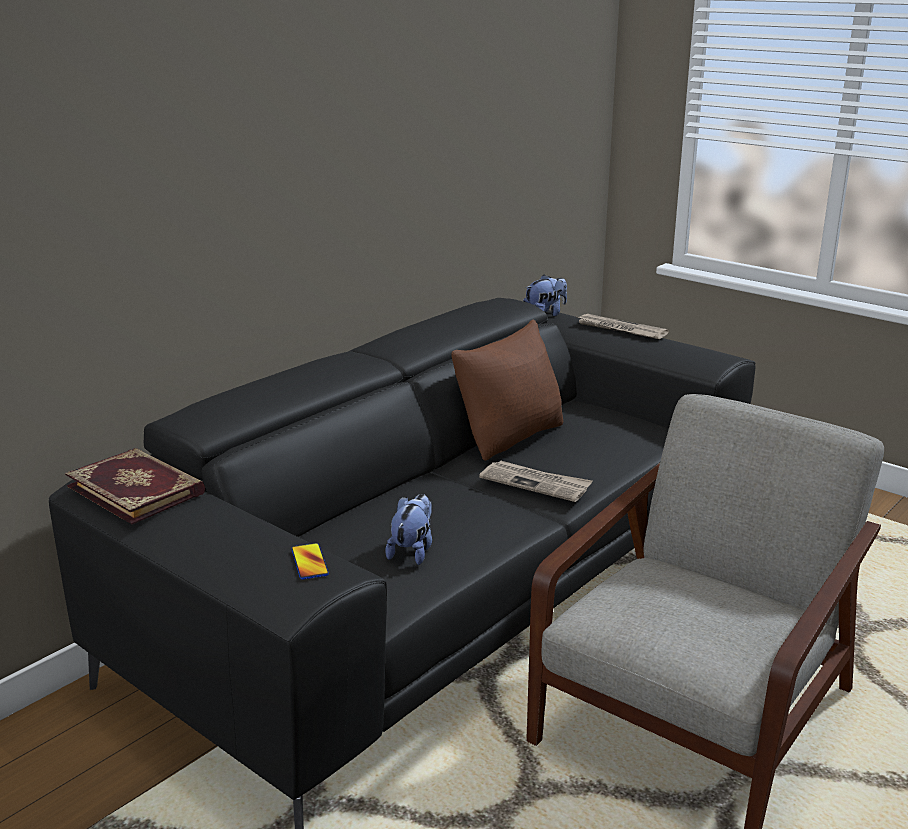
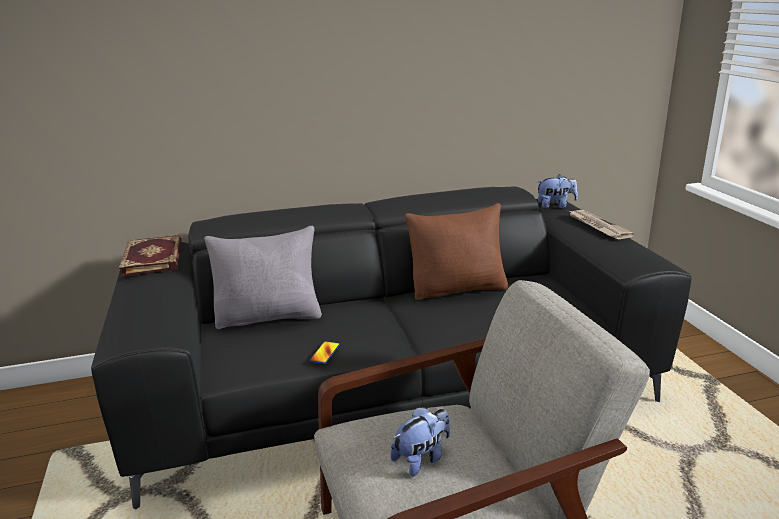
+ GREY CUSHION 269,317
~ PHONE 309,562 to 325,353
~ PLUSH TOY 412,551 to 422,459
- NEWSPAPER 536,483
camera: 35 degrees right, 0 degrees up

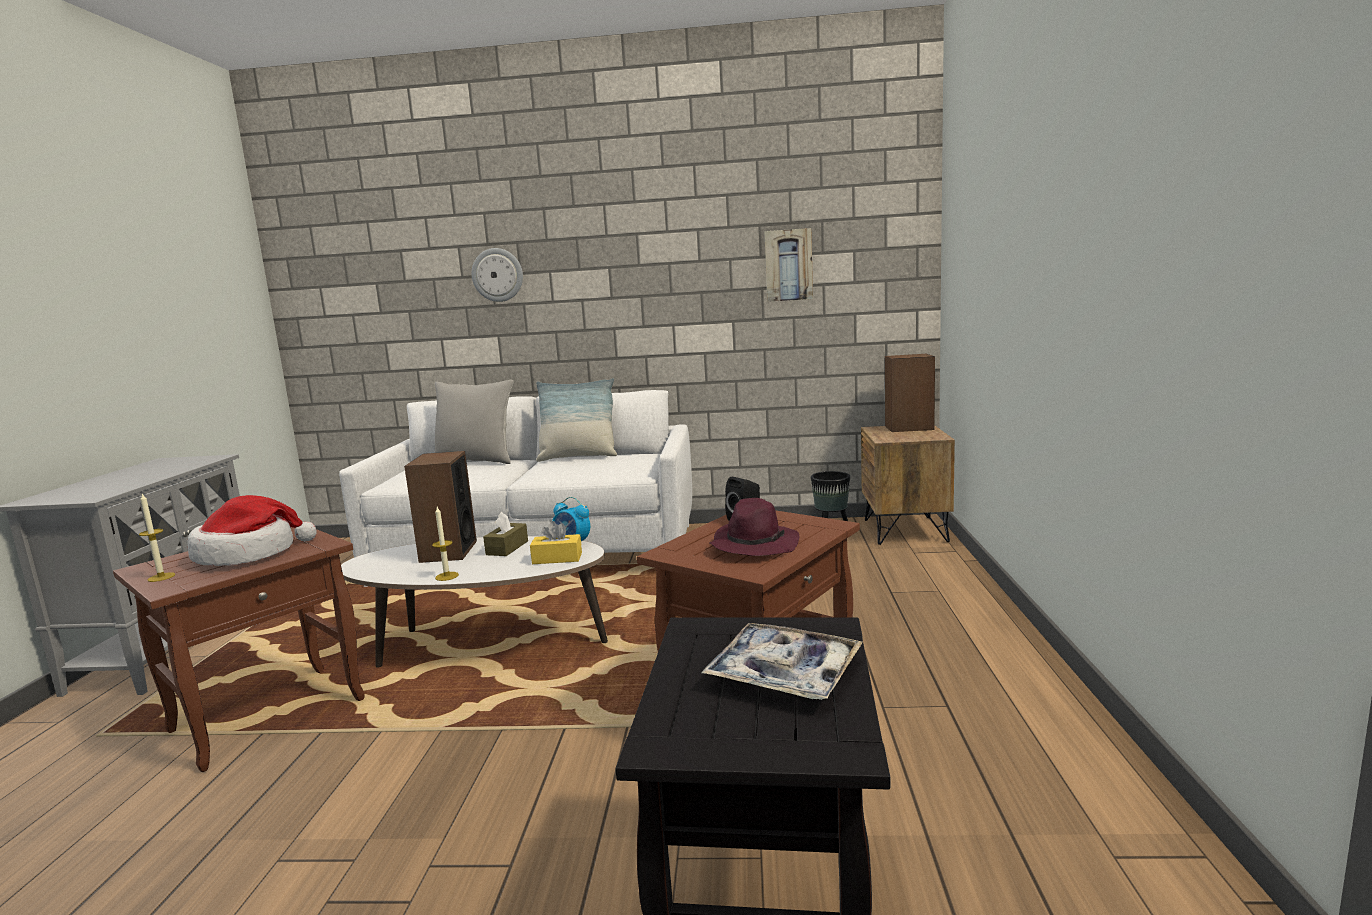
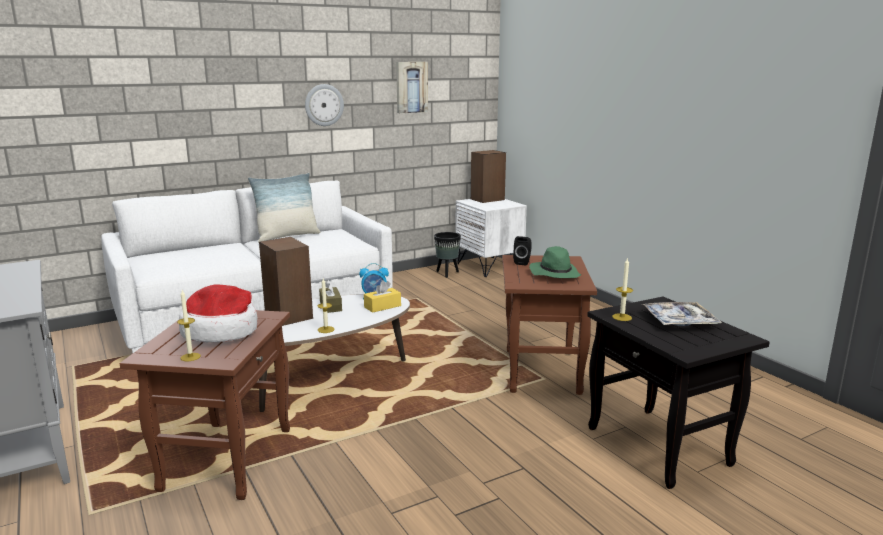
~ CLOCK ON THE WALL 497,275 to 324,105
~ BROWN-COLOURED BEDSIDE TABLE 906,530 to WHITISH BEDSIDE TABLE 489,267
~ PURPLE-COLOURED CLOTHING HAT 753,545 to GREEN CLOTHING HAT 554,274
+ CANDLE 622,317
- GREY CUSHION 477,462
camera: 35 degrees left, 5 degrees up

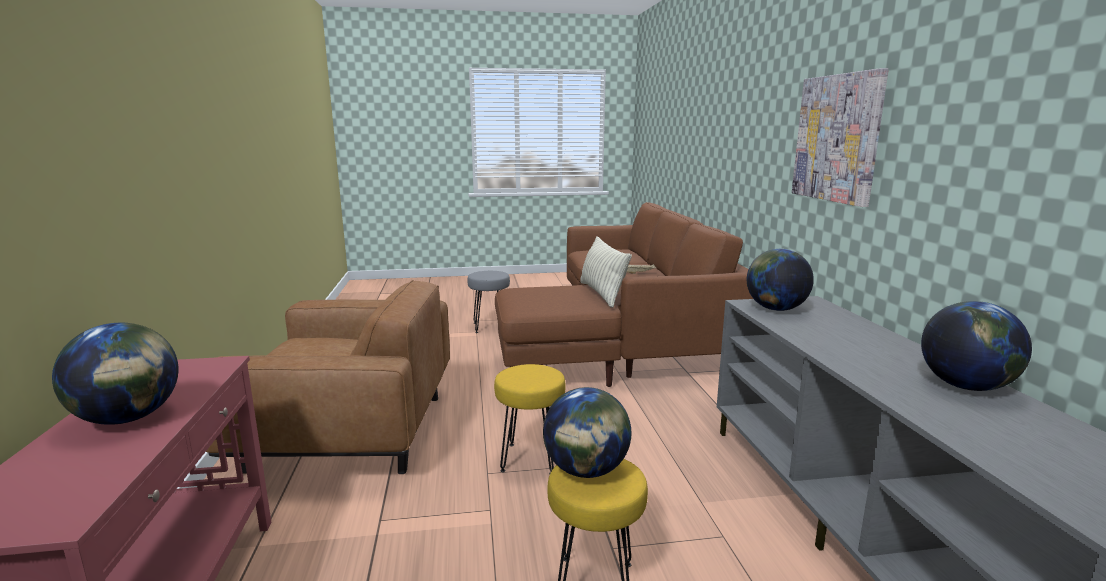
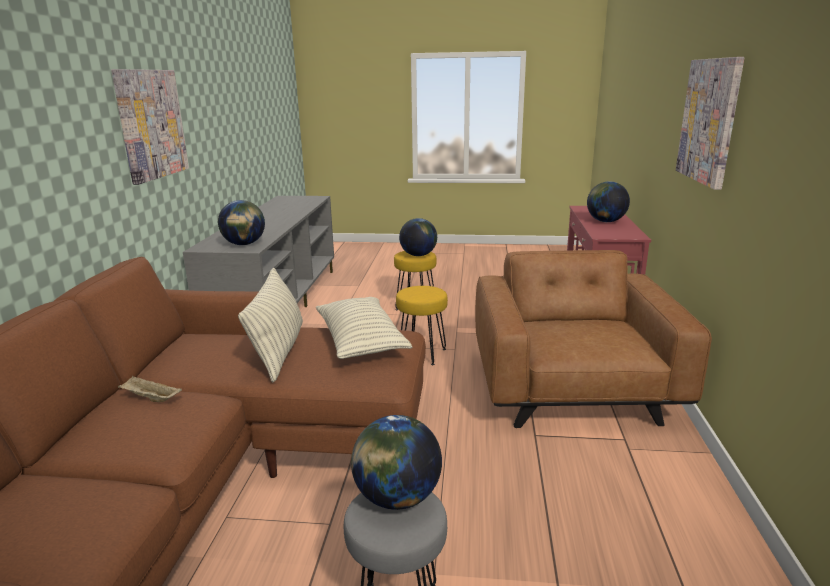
+ CUSHION 361,342
~ WORLD GLOBE 965,386 to 397,497
~ BROWN-COLOURED EASY CHAIR 350,431 = 571,390 75 degrees clockwise
+ WALL ART 709,121
camera: 165 degrees left, 5 degrees up

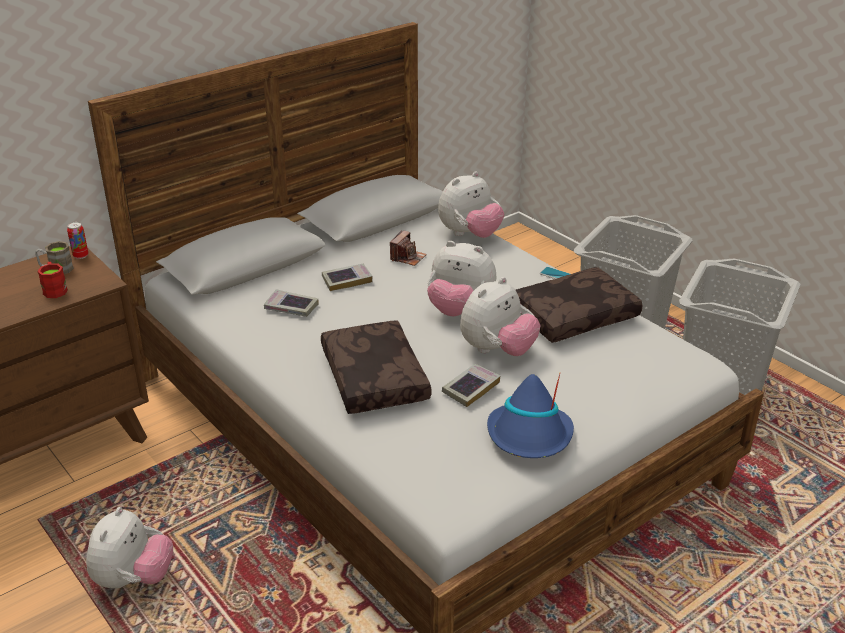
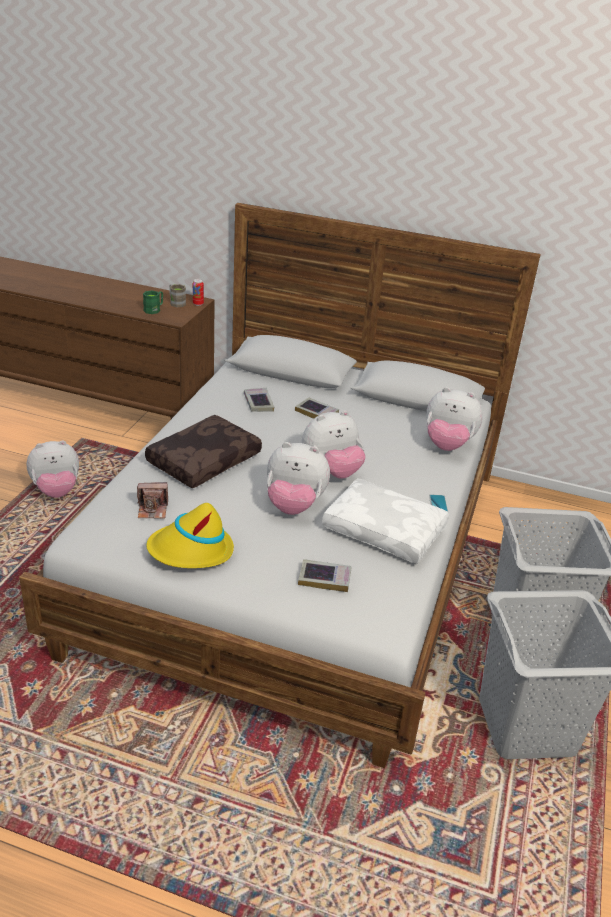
~ PHOTO CAMERA 407,257 to 153,509
~ RED-COLOURED TEA MUG 55,289 to GREEN TEA MUG 154,309
~ BLUE CLOTHING HAT 530,436 to YELLOW CLOTHING HAT 191,551
~ BOUND BOOK 471,388 to 324,578
~ PLUSH TOY 459,309 = 331,471 105 degrees counterclockwise
~ BROWN-COLOURED CUSHION 573,315 to WHITISH CUSHION 385,530
camera: 55 degrees right, 0 degrees up

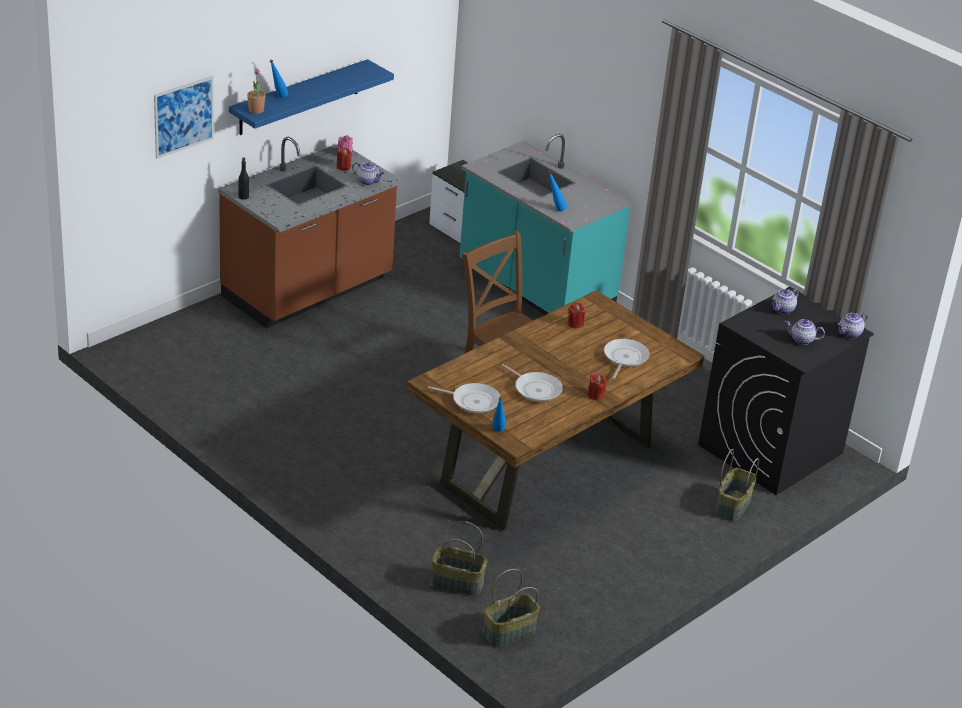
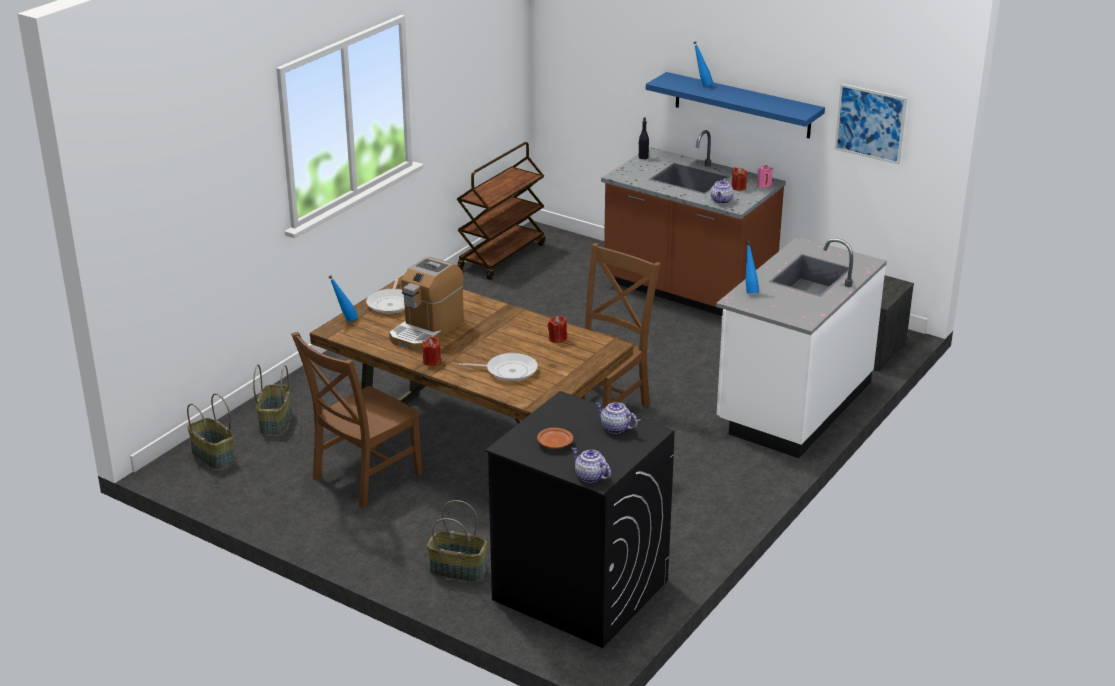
+ BROWN-COLOURED UPRIGHT CHAIR 363,478
~ FRYING PAN 536,389 to COFFEE MAKER 426,330
+ BROWN-COLOURED WHEELED CART 501,256
~ POT FOR TEA 801,340 to BROWN-COLOURED FLAT DISH 554,443
~ BLUE-GREEN COUNTER 534,289 to WHITISH COUNTER 792,404
~ WALL ART 183,116 to 870,123
- POTTED PLANT 256,110
camera: 80 degrees right, 5 degrees down

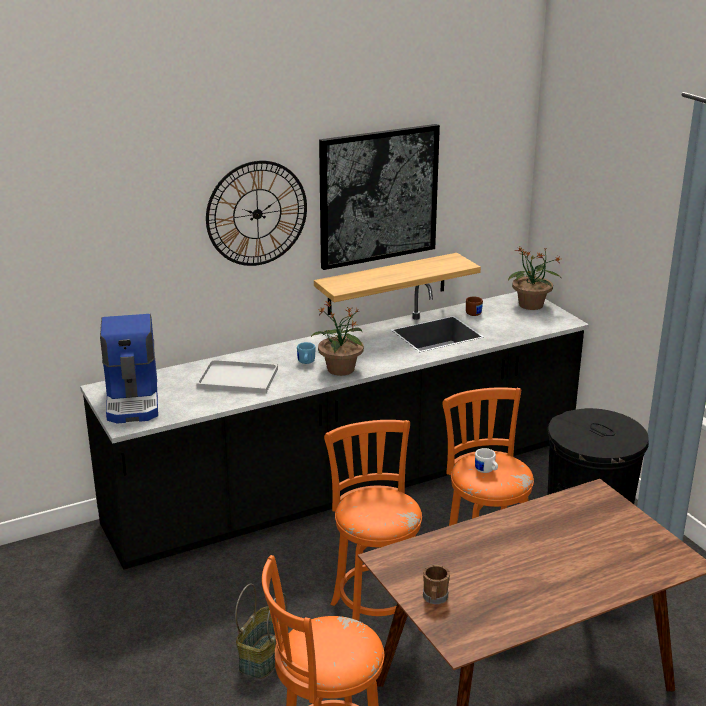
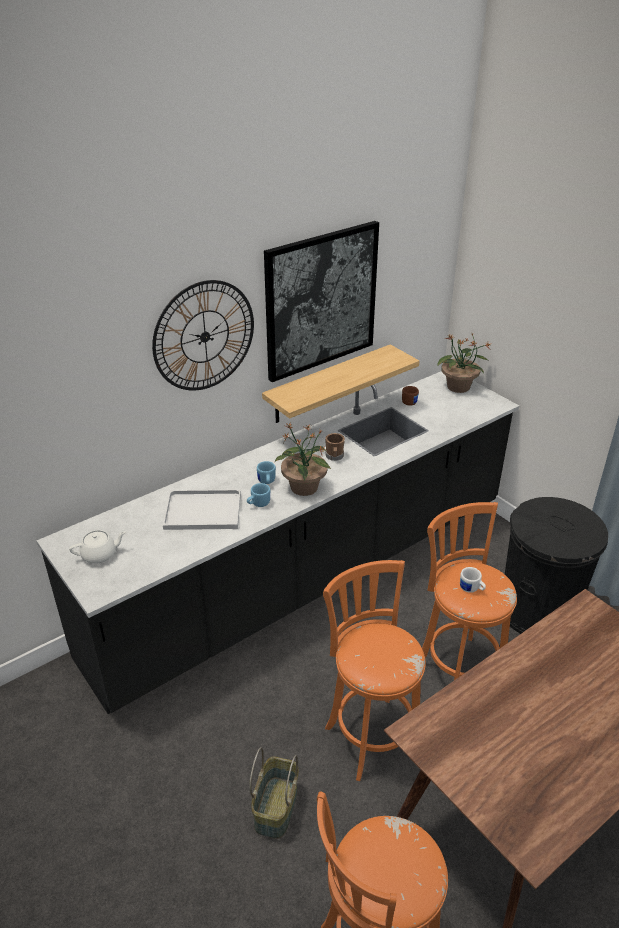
~ COFFEE MAKER 134,400 to WHITISH POT FOR TEA 100,555
+ BLUE TEA MUG 258,504
~ BROWN-COLOURED TEA MUG 435,598 to 334,457
camera: 10 degrees left, 10 degrees up

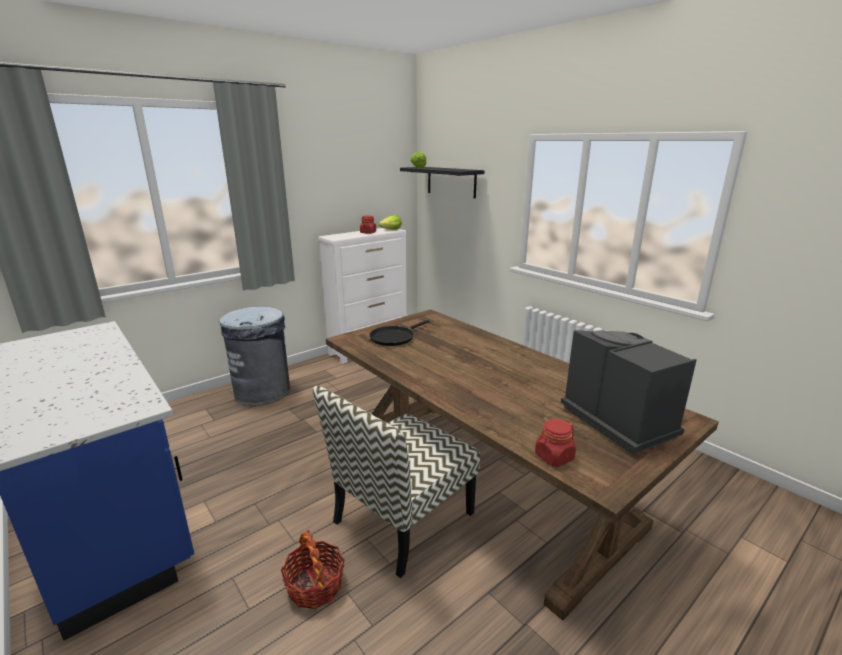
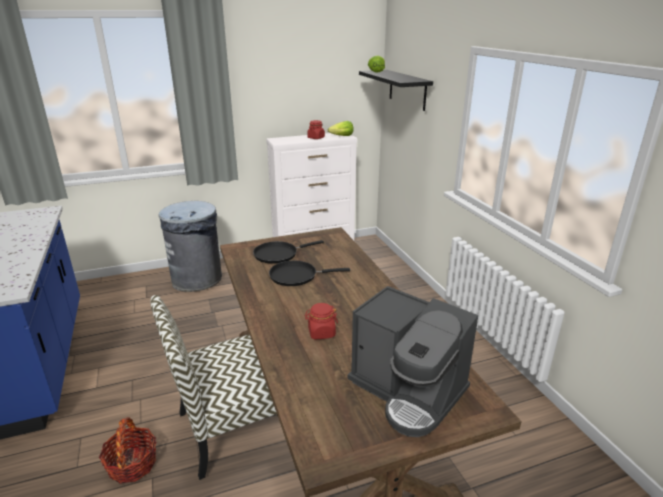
+ BLACK FRYING PAN 296,276
~ RED-COLOURED JAR 554,457 to 321,333
~ COFFEE MAKER 618,420 = 408,391 135 degrees clockwise
camera: 20 degrees right, 5 degrees up

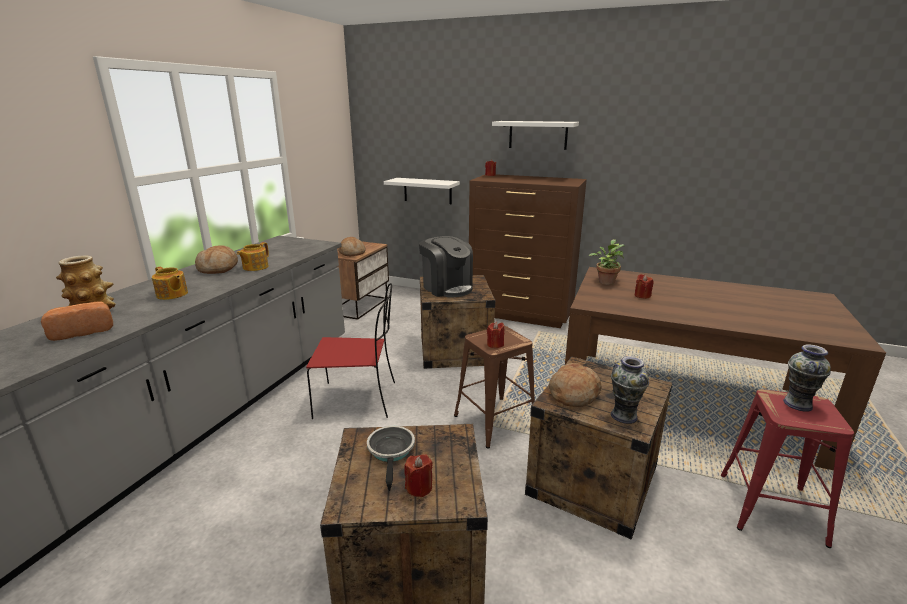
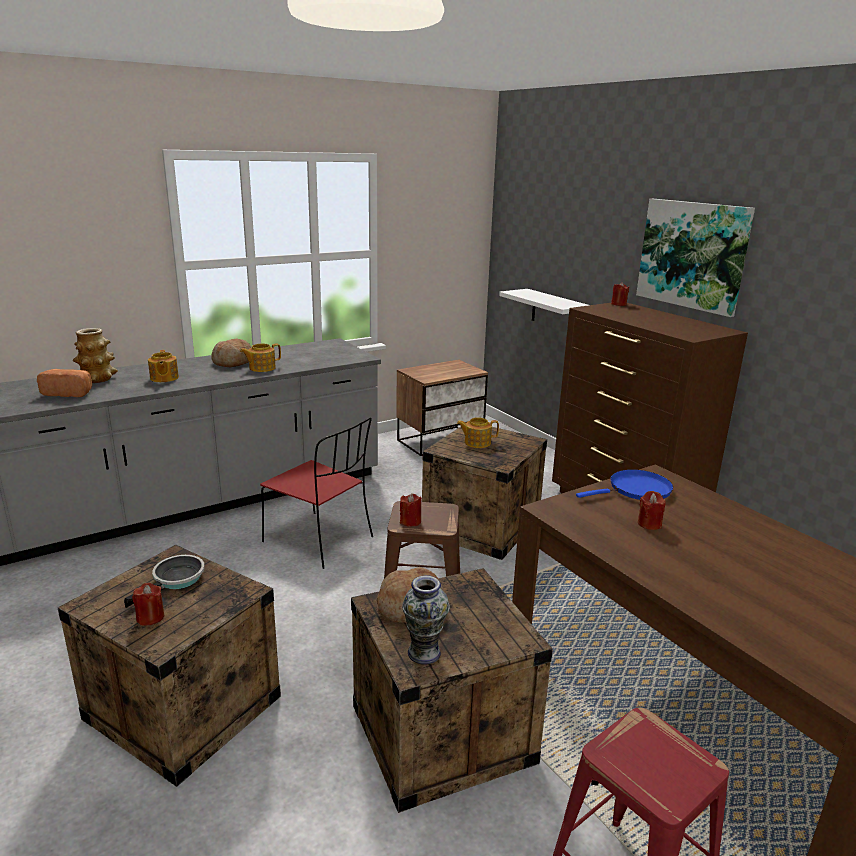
~ COFFEE MAKER 447,288 to POT FOR TEA 476,442
~ POTTED PLANT 606,281 to BLUE FRYING PAN 636,490
~ WHITISH BRACKET SHELF 538,135 to WALL ART 692,255
- BAKED BREAD 352,253
- FLOWER VASE 798,404
camera: 35 degrees right, 0 degrees up

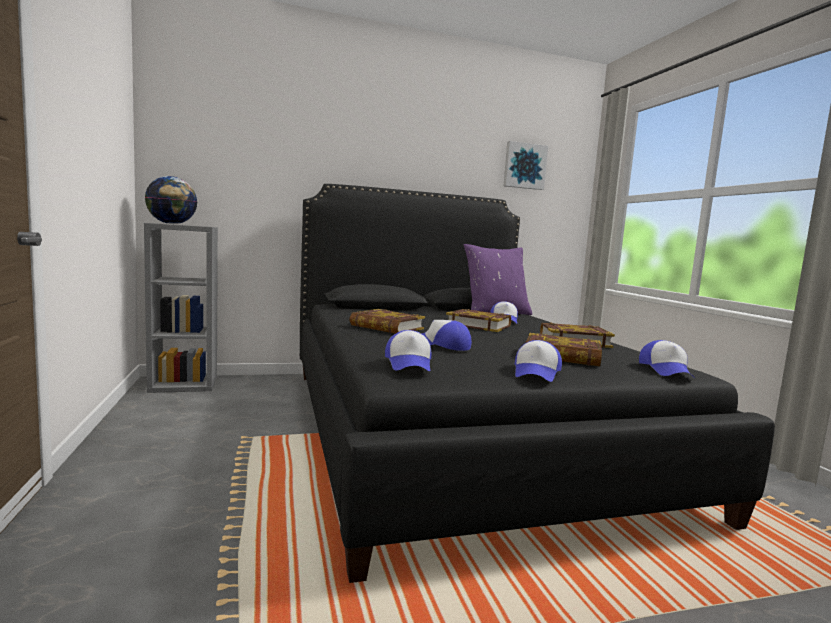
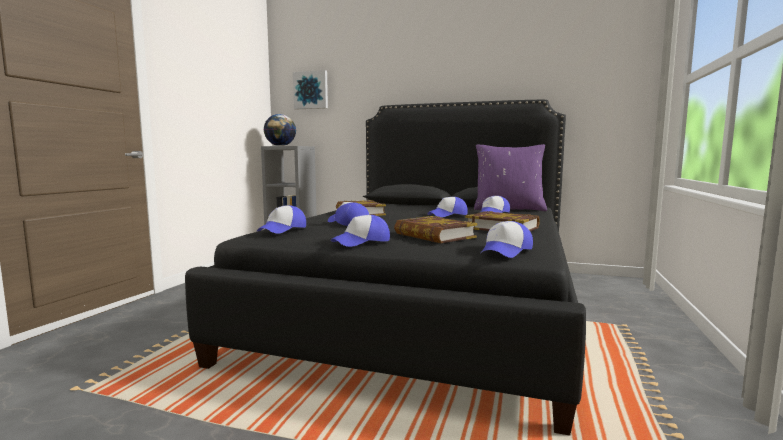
~ WALL ART 524,166 to 311,90
~ BOUND BOOK 478,325 to CAP 448,215
camera: 35 degrees right, 0 degrees up

